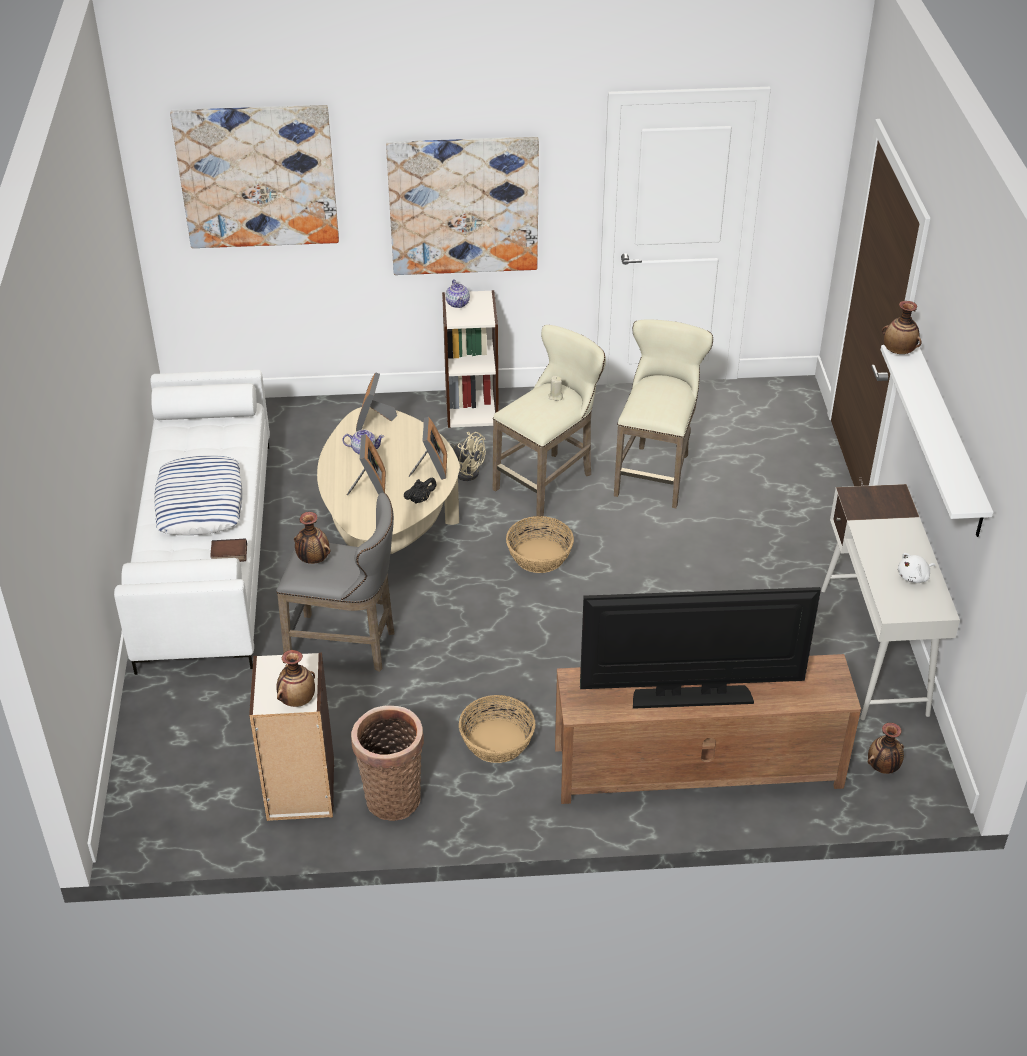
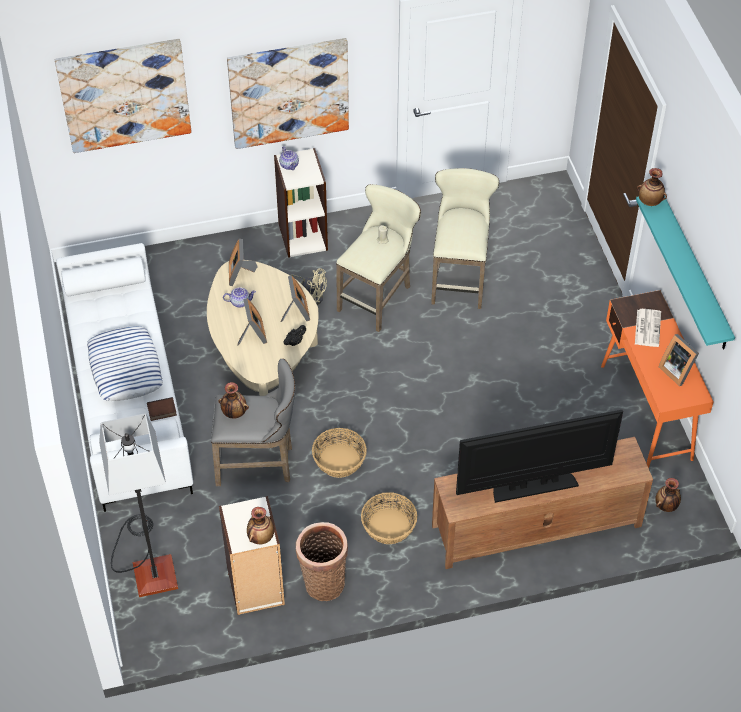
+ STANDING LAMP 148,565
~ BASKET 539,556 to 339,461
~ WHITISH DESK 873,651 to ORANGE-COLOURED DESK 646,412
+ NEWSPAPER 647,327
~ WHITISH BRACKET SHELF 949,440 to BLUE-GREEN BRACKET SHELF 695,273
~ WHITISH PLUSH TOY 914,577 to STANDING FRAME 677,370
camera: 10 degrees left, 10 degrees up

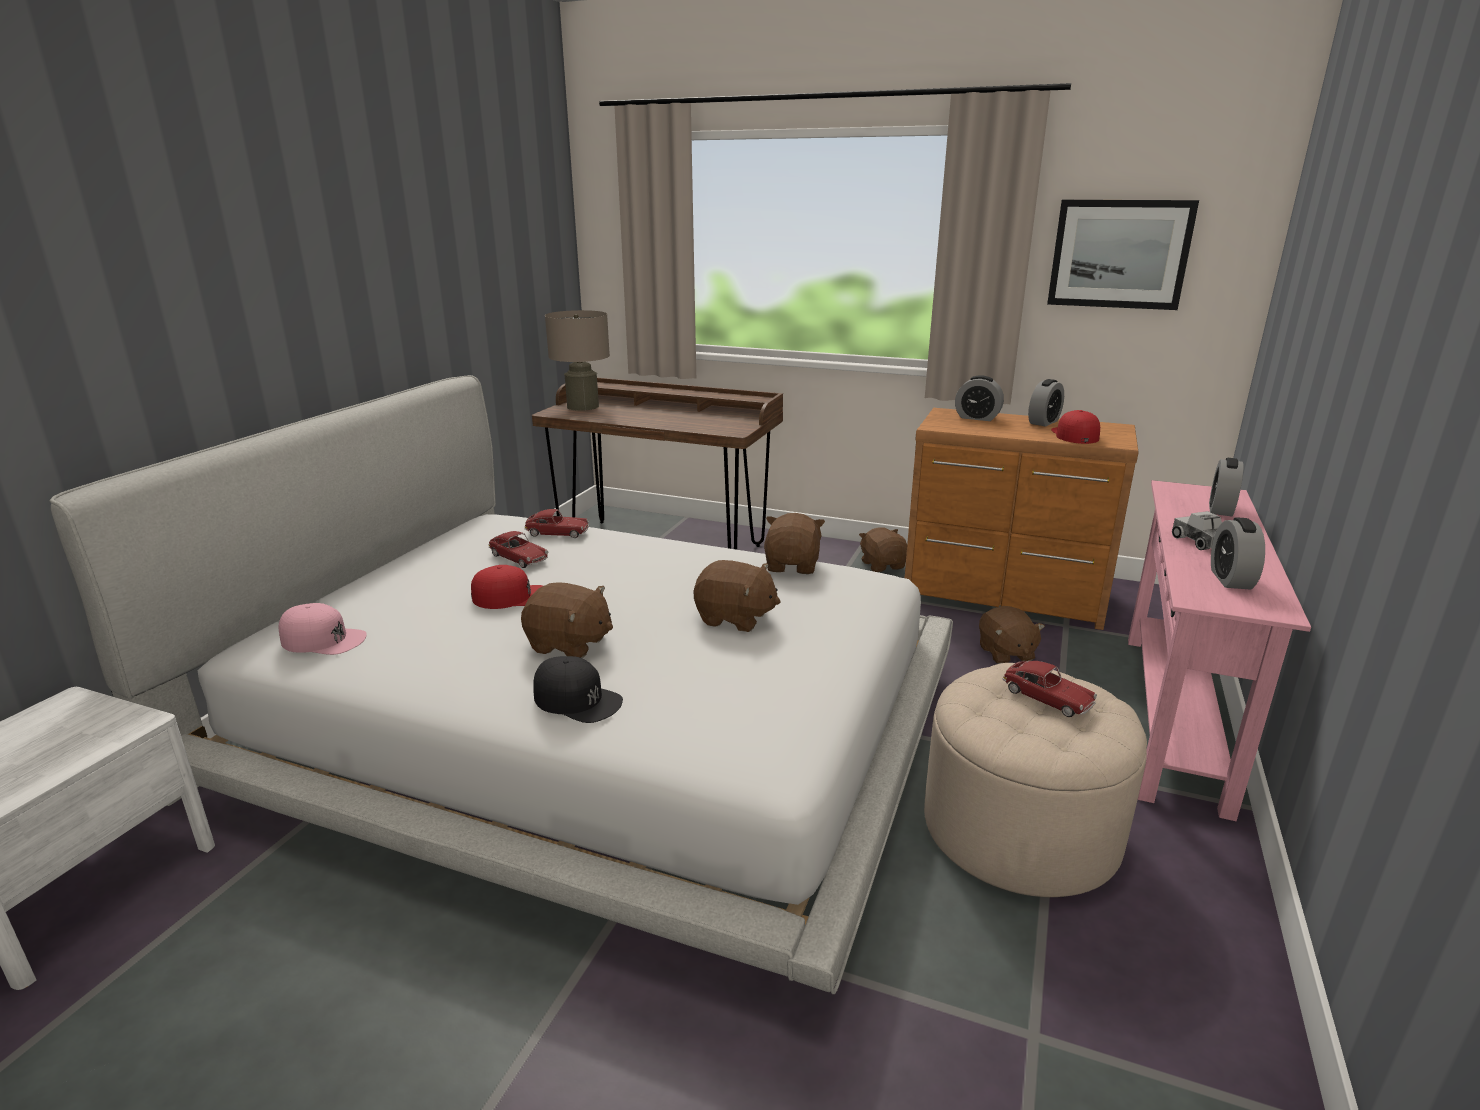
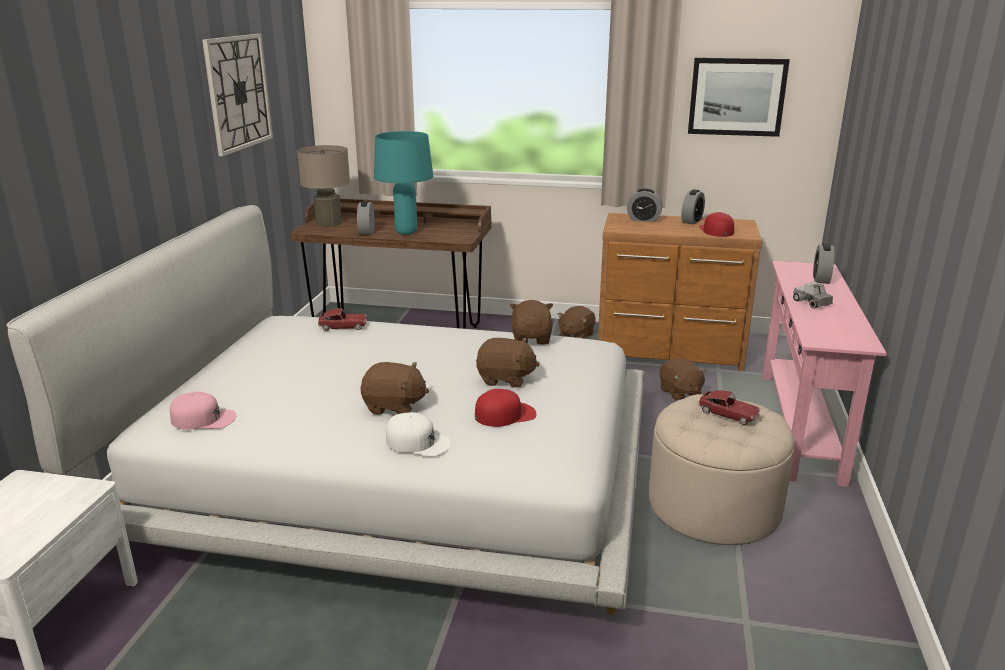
+ CLOCK ON THE WALL 238,92
~ ALARM CLOCK 1230,579 to 366,231
+ BLUE-GREEN LAMP FOR A TABLE 406,232
~ BLACK CAP 577,699 to WHITISH CAP 418,442
~ RED-COLOURED CAP 511,596 to 505,414
~ BROWN-COLOURED PLUSH TOY 883,565 = 575,335 120 degrees counterclockwise
- TOY CAR 519,558
camera: 10 degrees left, 0 degrees up

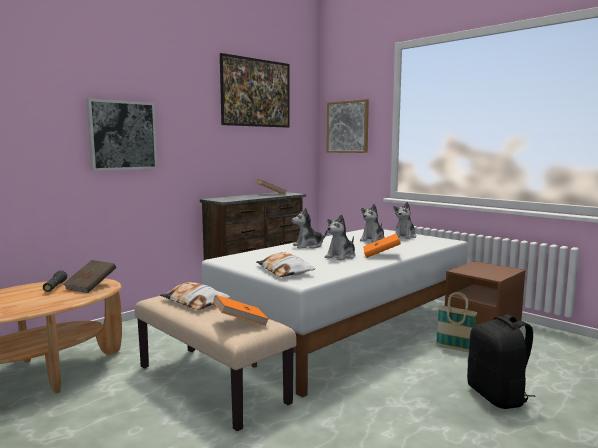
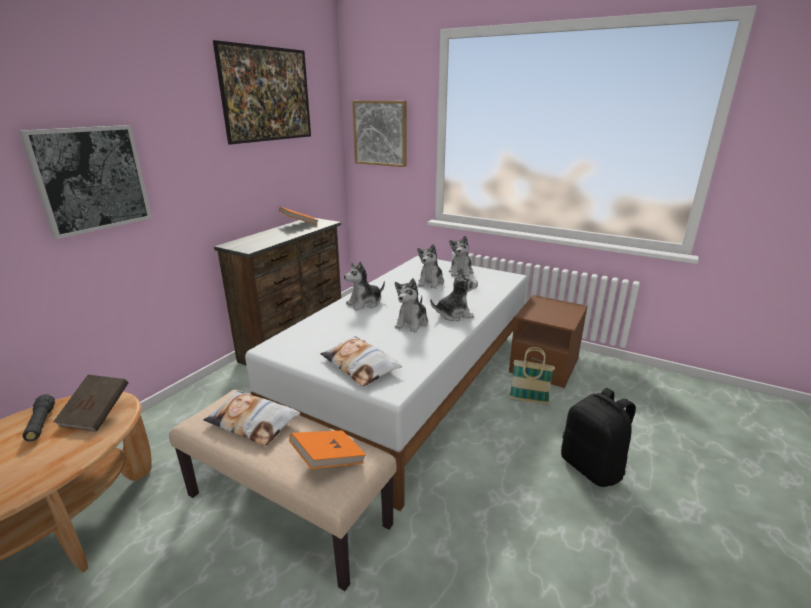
~ ORANGE-COLOURED BOUND BOOK 381,255 to PLUSH TOY 454,314
camera: 15 degrees left, 15 degrees up

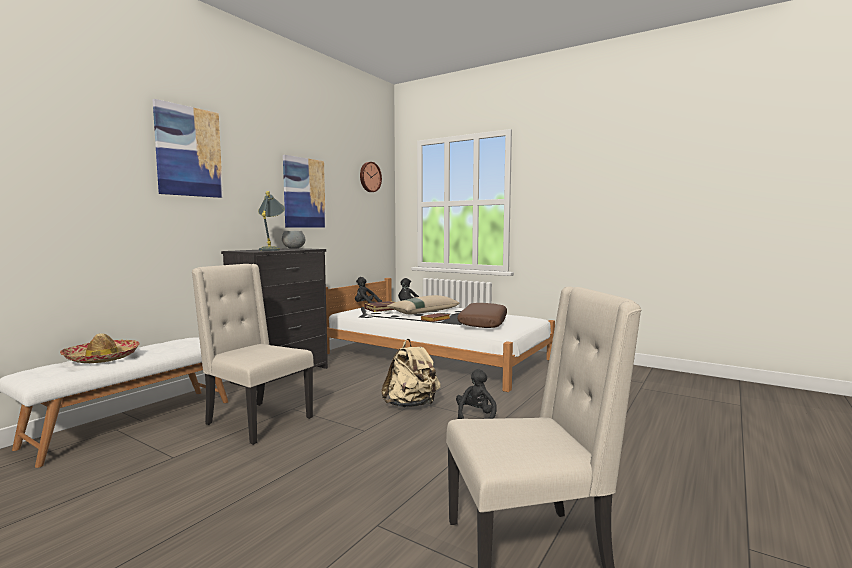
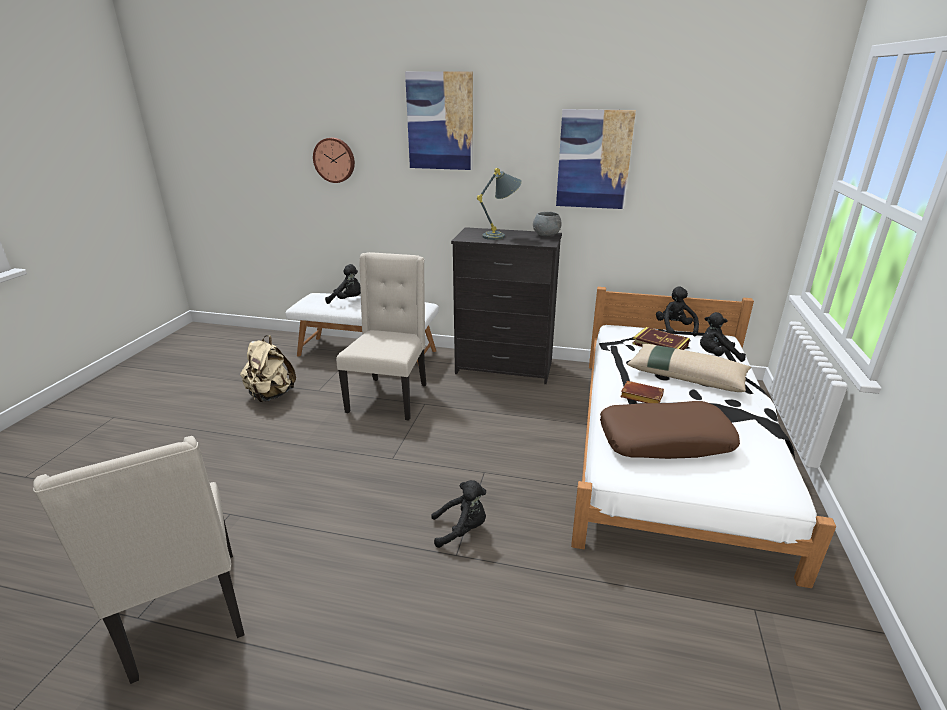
~ BEIGE BACKPACK 411,405 to 271,395
~ CLOCK ON THE WALL 369,177 to 334,160
~ CLOTHING HAT 101,358 to BLACK PLUSH TOY 348,300
camera: 70 degrees right, 20 degrees up

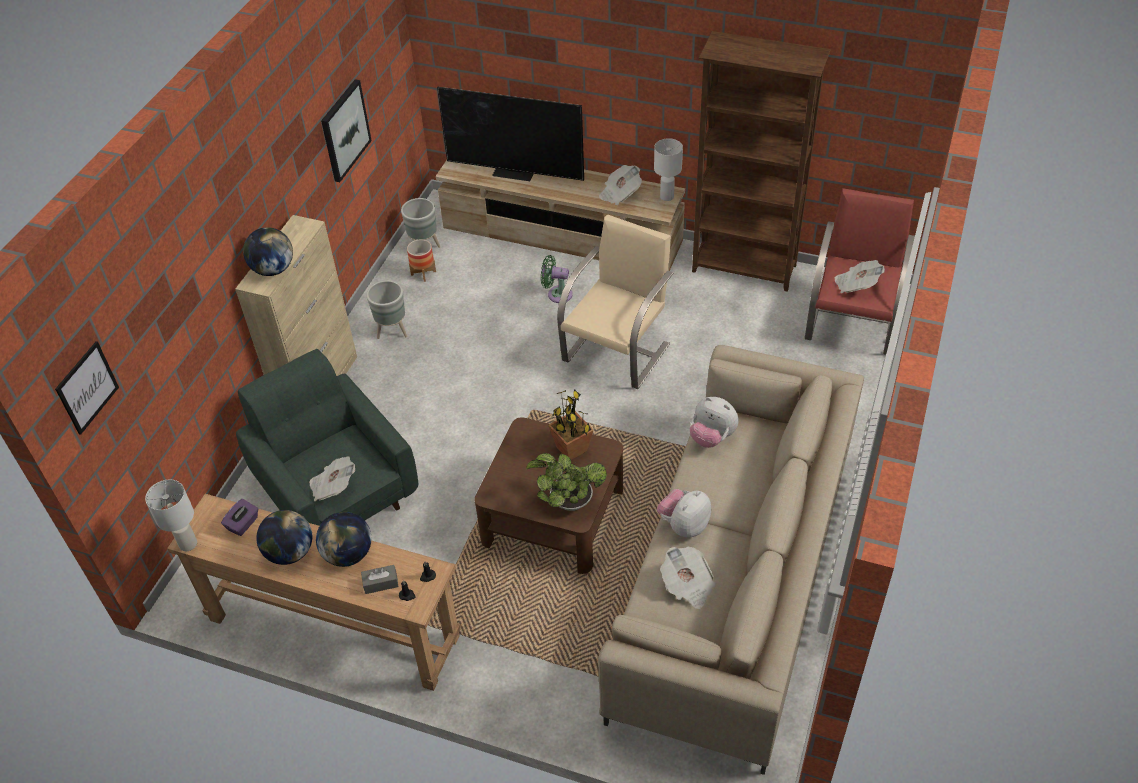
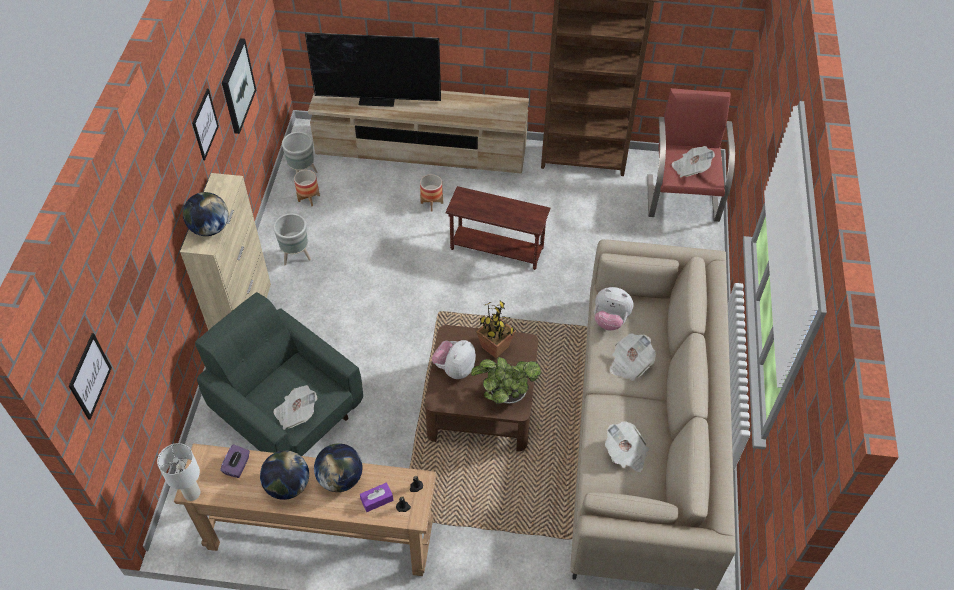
+ WALL ART 205,124
~ GREY BOX OF TISSUES 380,583 to PURPLE-COLOURED BOX OF TISSUES 377,500
~ GREEN ELECTRIC FAN 557,294 to FLOWER POT 432,203
~ PLUSH TOY 684,525 to 454,368
~ BEIGE EASY CHAIR 617,352 to BROWN-COLOURED SIDE TABLE 497,249
~ NEWSPAPER 620,194 to 629,364
- WHITISH LAMP FOR A TABLE 667,197
camera: 15 degrees left, 5 degrees up

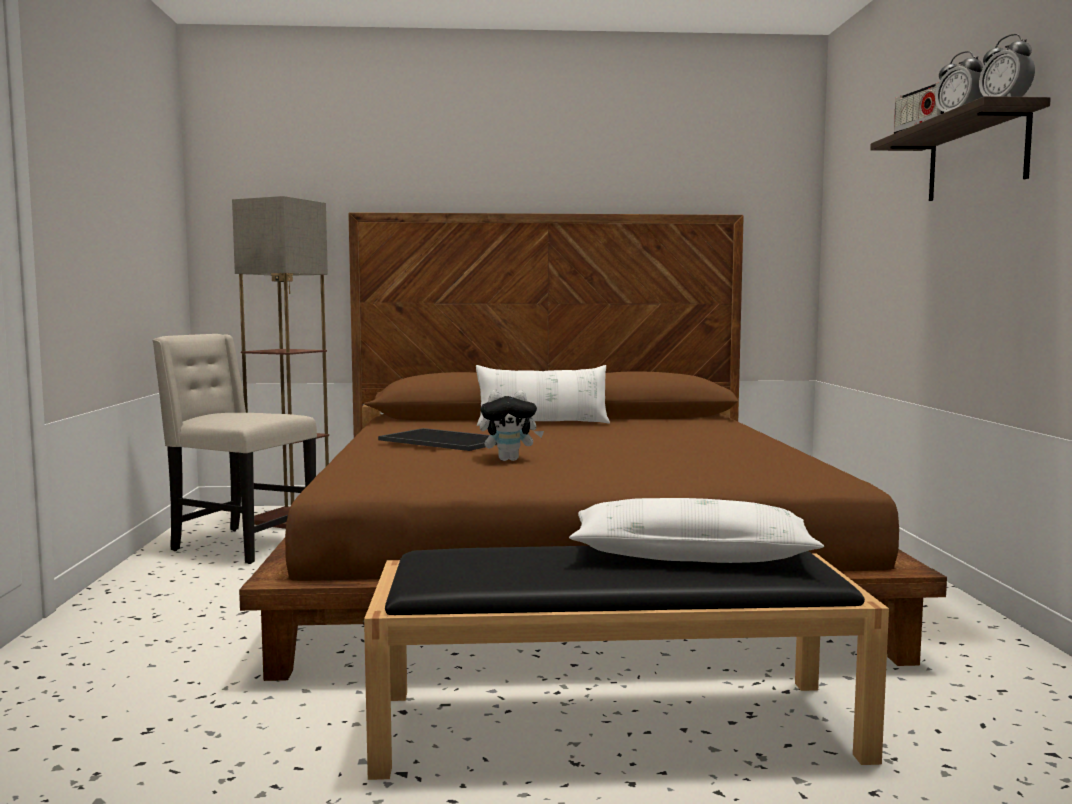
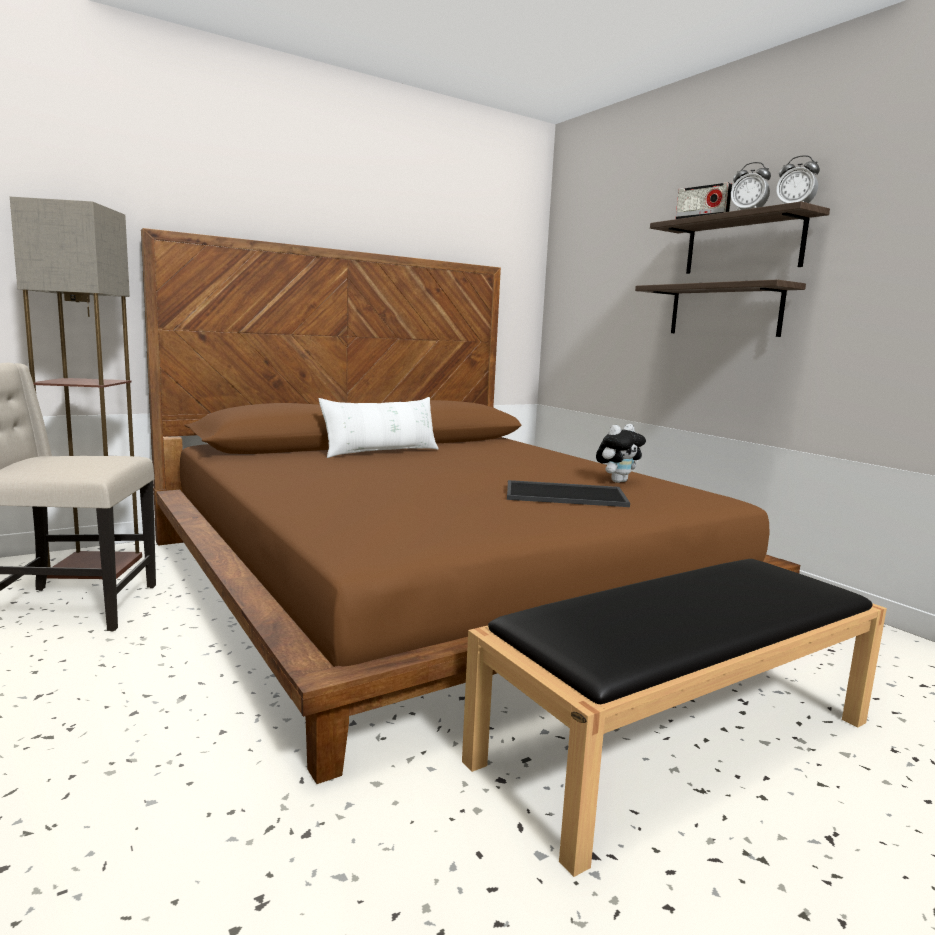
~ CARRYING TRAY 446,440 to 566,494
~ PLUSH TOY 510,459 to 617,481
+ BRACKET SHELF 724,310
- WHITISH CUSHION 691,556
camera: 30 degrees left, 5 degrees up

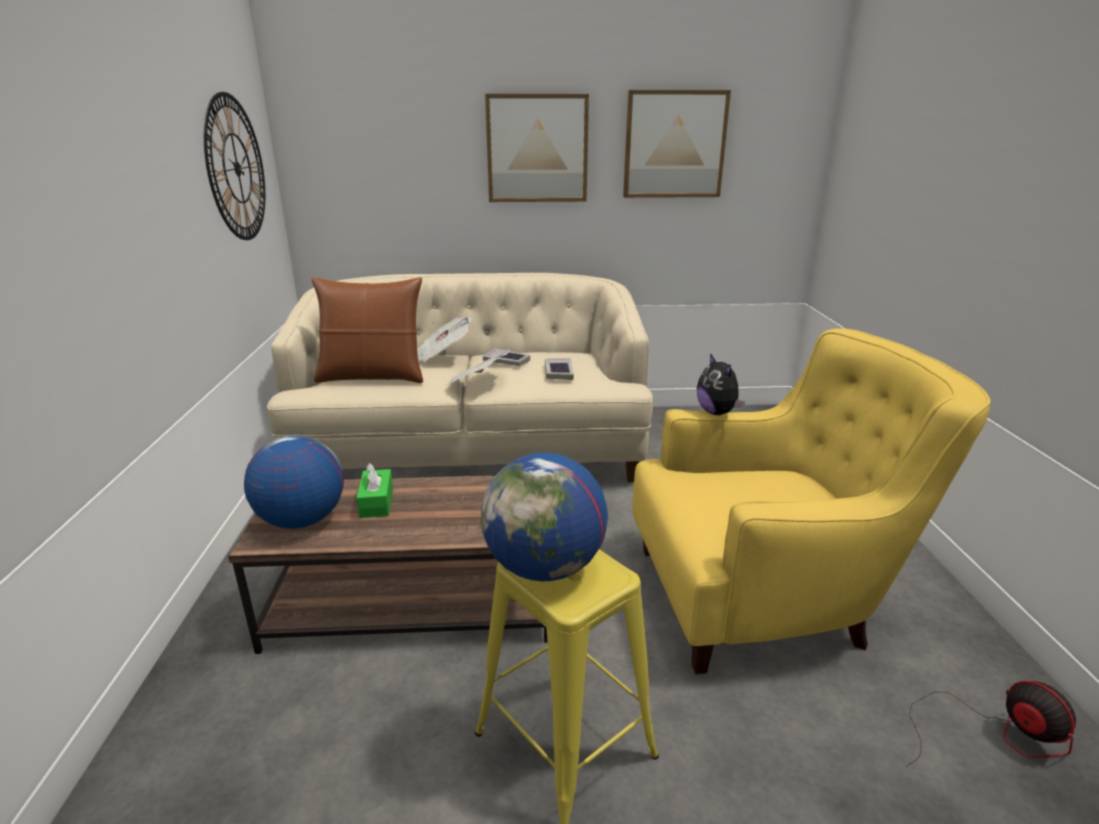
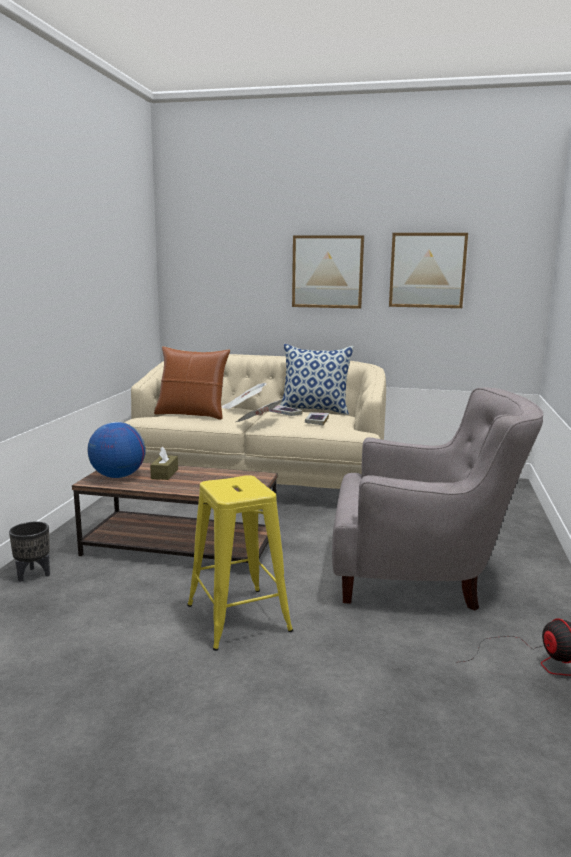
+ BLACK FLOWER POT 34,575
~ GREEN BOX OF TISSUES 376,502 to BROWN-COLOURED BOX OF TISSUES 164,474
+ CUSHION 315,410
~ YELLOW EASY CHAIR 765,596 to GREY EASY CHAIR 421,576
- CLOCK ON THE WALL 236,168
- WORLD GLOBE 544,567
- PLUSH TOY 717,412
camera: 15 degrees right, 10 degrees down

